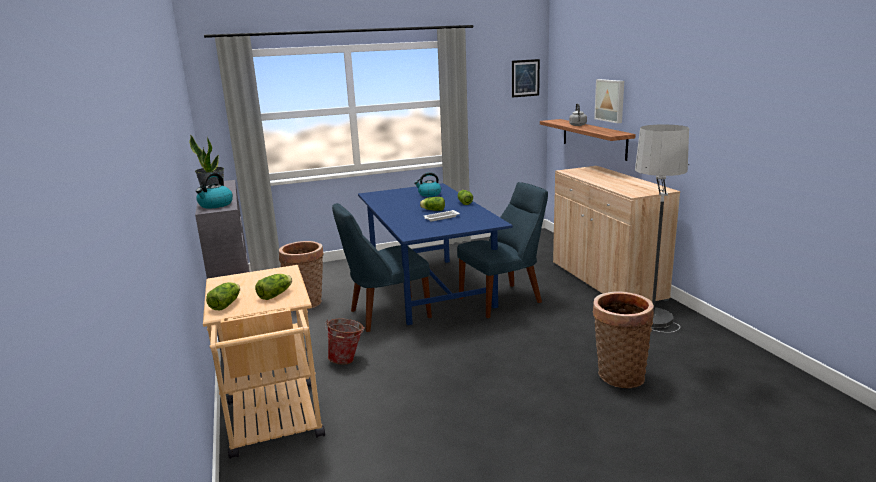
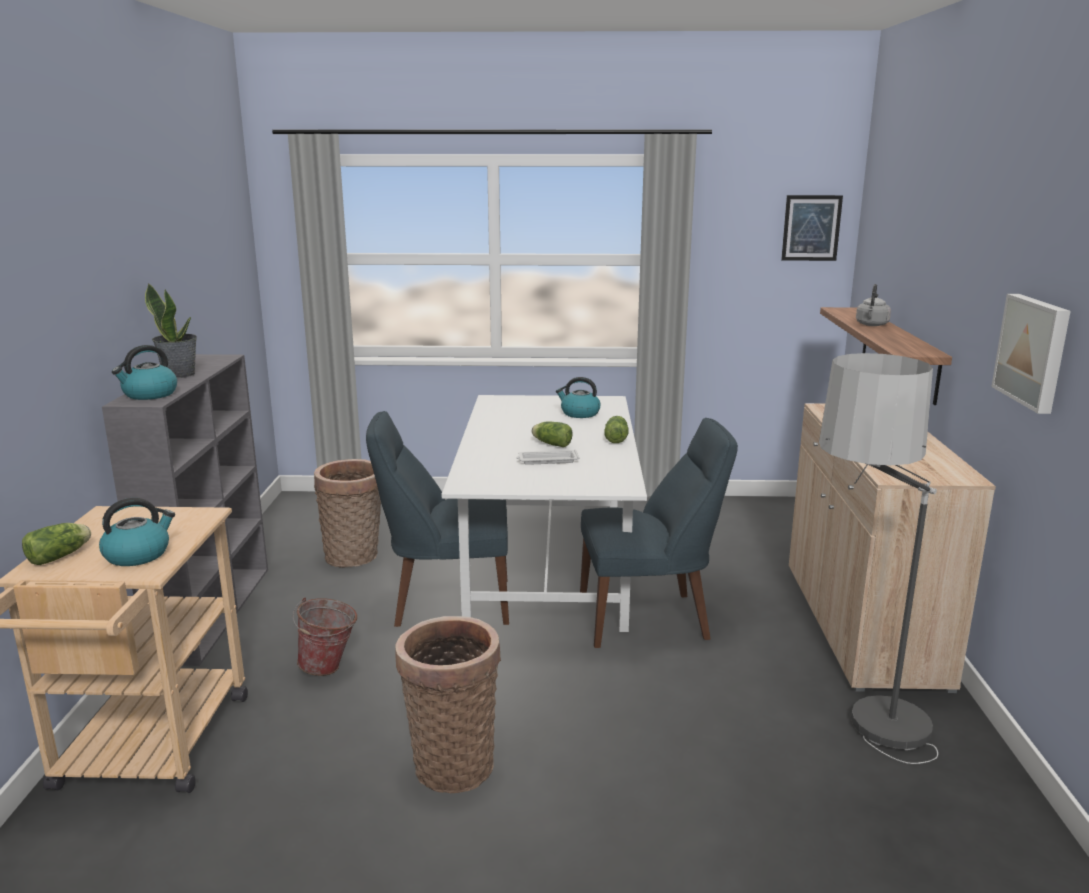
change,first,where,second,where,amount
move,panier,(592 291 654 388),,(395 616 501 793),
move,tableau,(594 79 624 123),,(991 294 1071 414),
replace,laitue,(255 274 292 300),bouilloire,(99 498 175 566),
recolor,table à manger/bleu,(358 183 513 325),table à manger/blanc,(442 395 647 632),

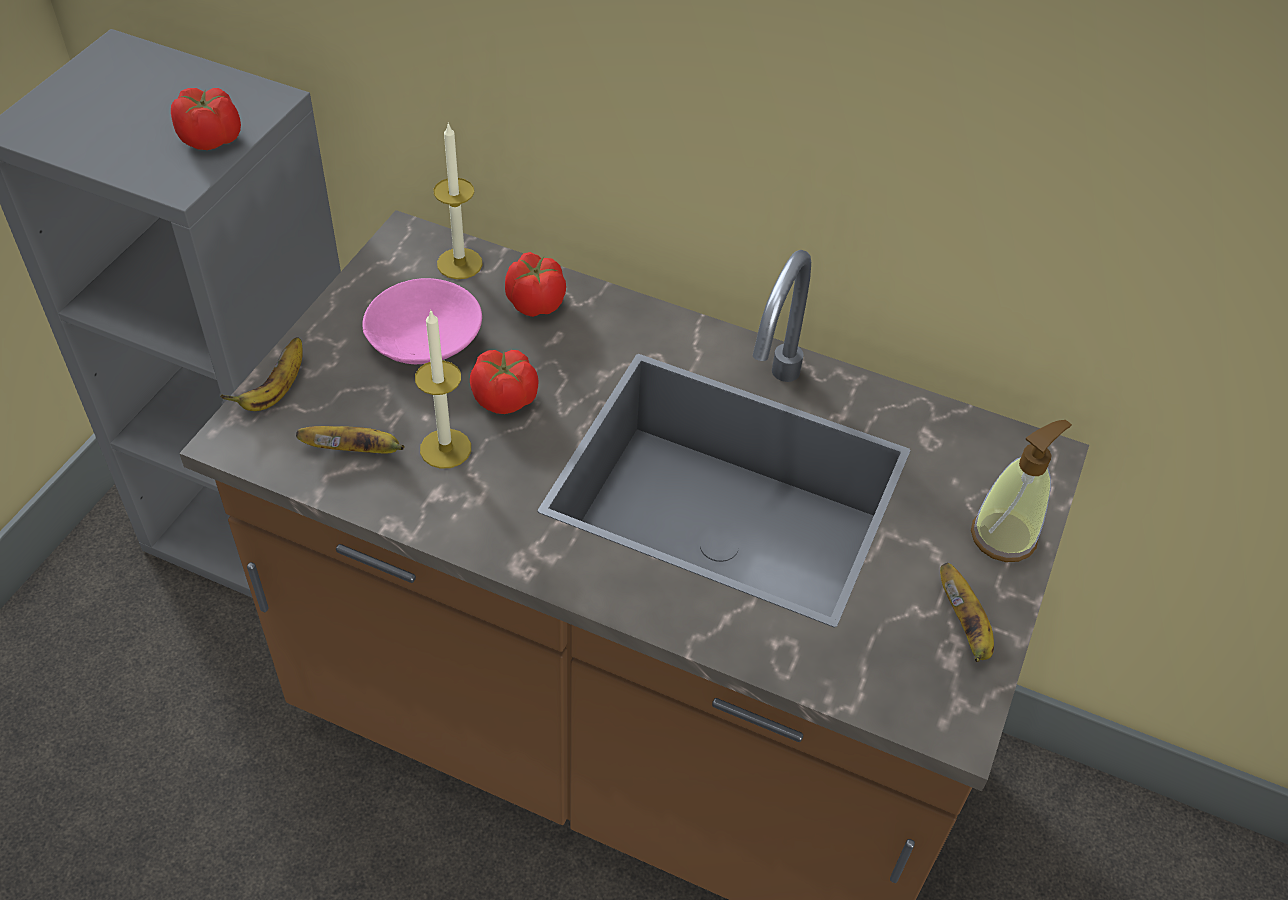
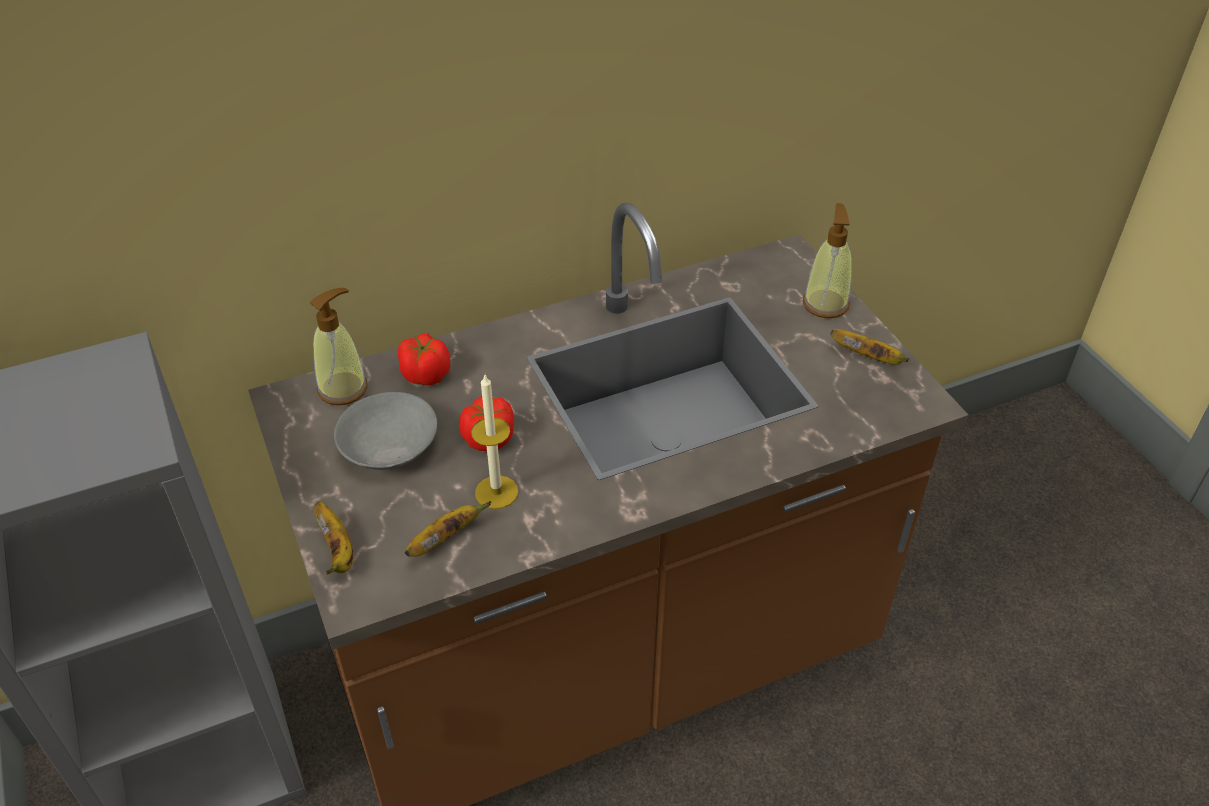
change,first,where,second,where,amount
delete,tomate,(171 88 241 150),,,
replace,bougie,(433 122 483 279),distributeur de savon,(310 288 368 405),
recolor,bol/rose,(362 278 482 364),bol/gris,(334 392 437 470),

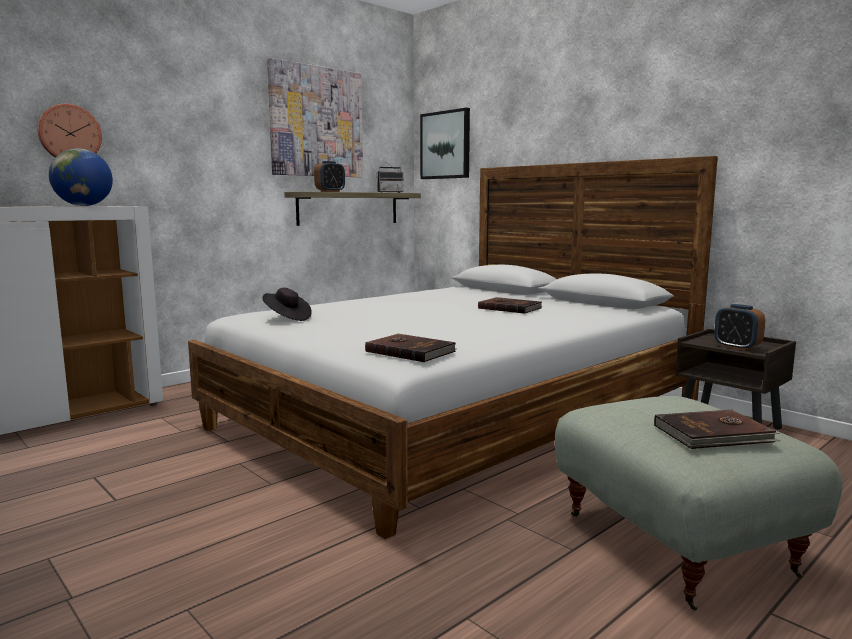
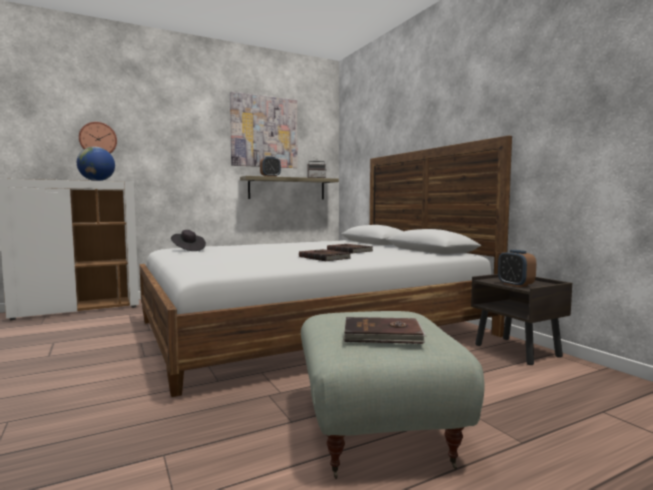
change,first,where,second,where,amount
delete,tableau,(420 108 470 179),,,
move,livre/marron,(365 334 456 362),,(299 249 351 261),

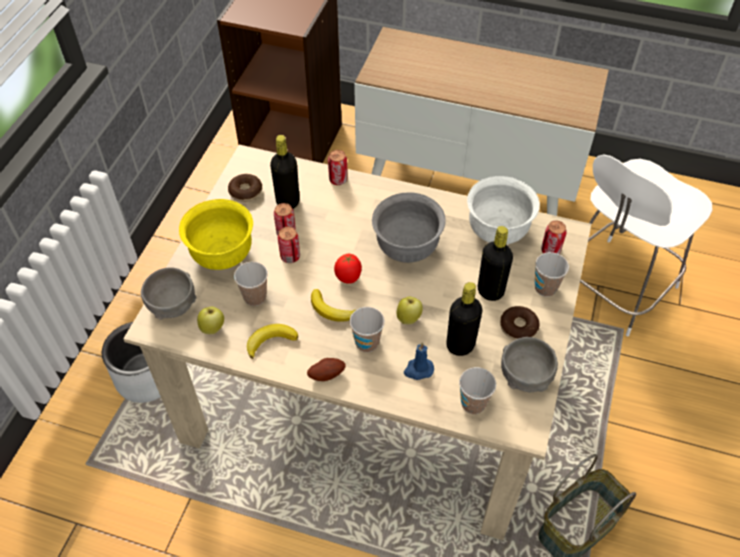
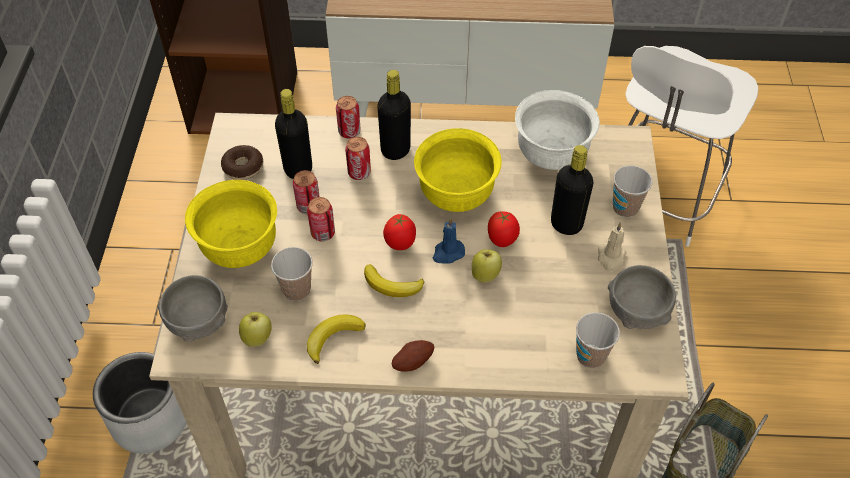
change,first,where,second,where,amount
delete,tasse,(350 307 385 352),,,
insert,,,tomate,(488 211 520 247),
move,bougie/bleu,(404 342 434 380),,(433 217 465 264),
move,bouteille/noir,(446 282 482 356),,(377 70 411 160),
move,boîte métallique,(541 221 567 254),,(345 137 371 180),
replace,beignet,(500 306 540 340),bougie/beige,(598 222 627 272),
recolor,bol/gris,(372 192 446 263),bol/jaune,(414 128 502 212),

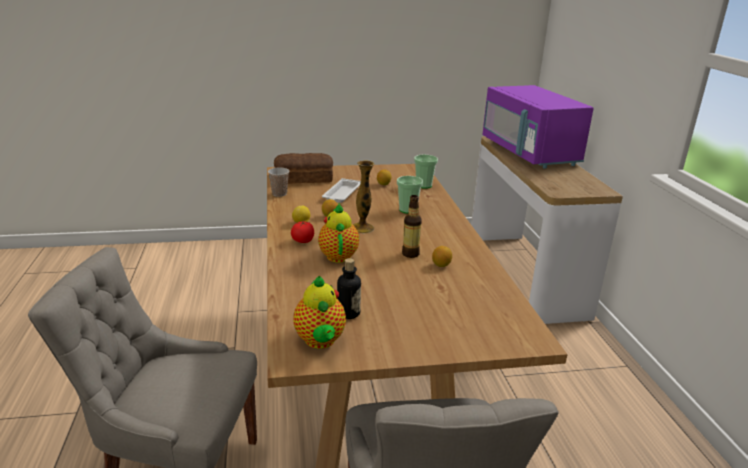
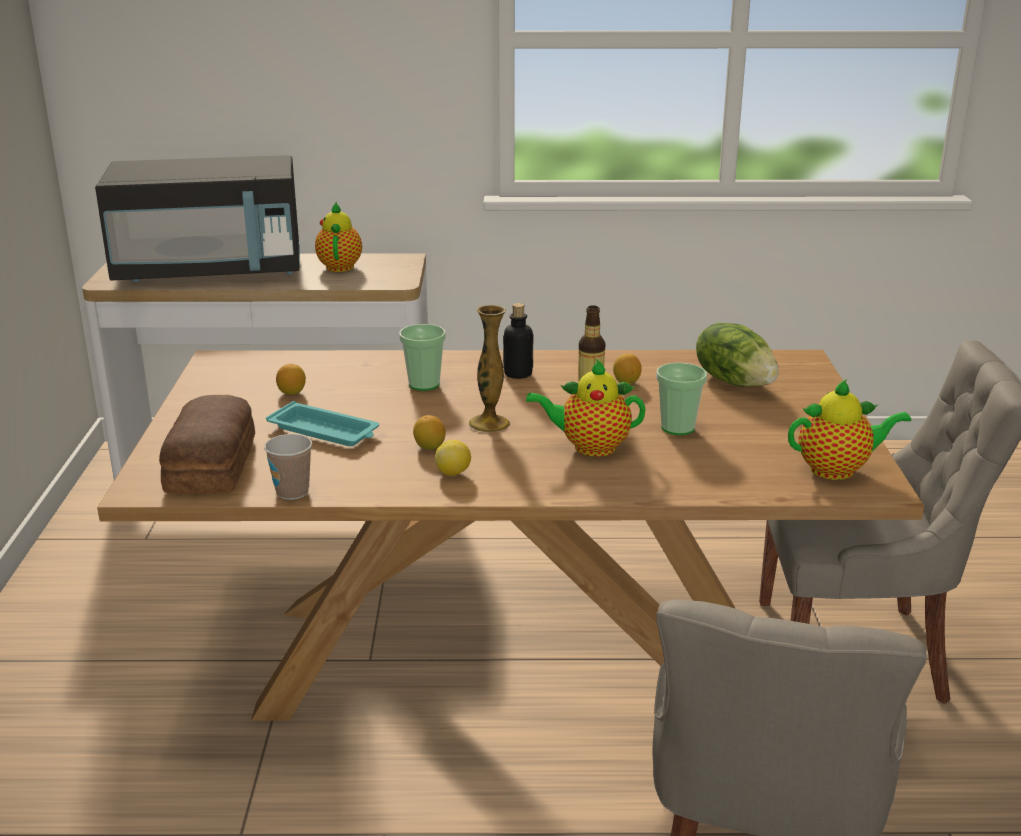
change,first,where,second,where,amount
delete,tomate,(291 221 314 243),,,
insert,,,théière,(315 202 362 272),
insert,,,laitue,(696 322 779 387),
move,bouteille,(337 258 361 319),,(503 303 533 379),
move,tasse,(414 155 438 189),,(656 363 707 435),
recolor,plateau/blanc,(322 178 361 203),plateau/turquoise,(266 401 379 446),
recolor,micro-ondes/violet,(482 85 594 169),micro-ondes/noir,(95 155 300 282),

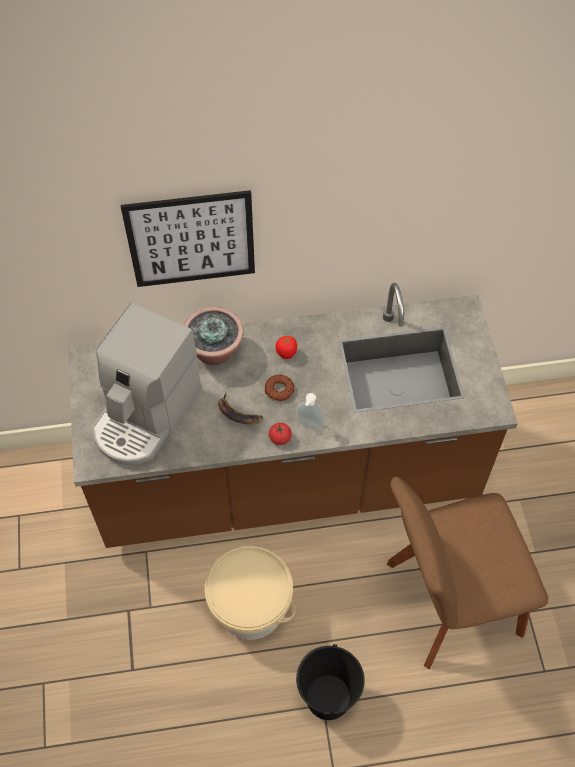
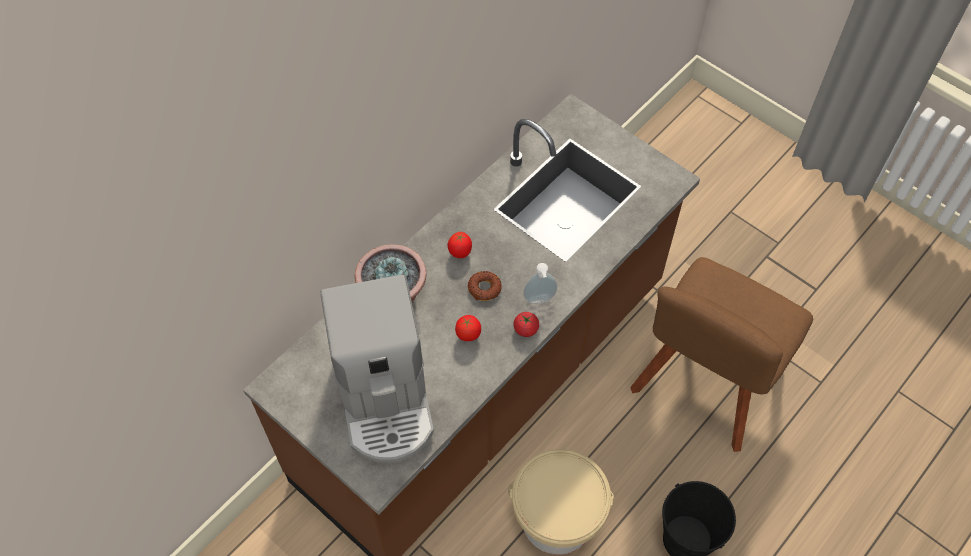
change,first,where,second,where,amount
delete,tableau,(121 190 255 287),,,
replace,banane,(218 392 263 424),tomate,(455 315 481 341),

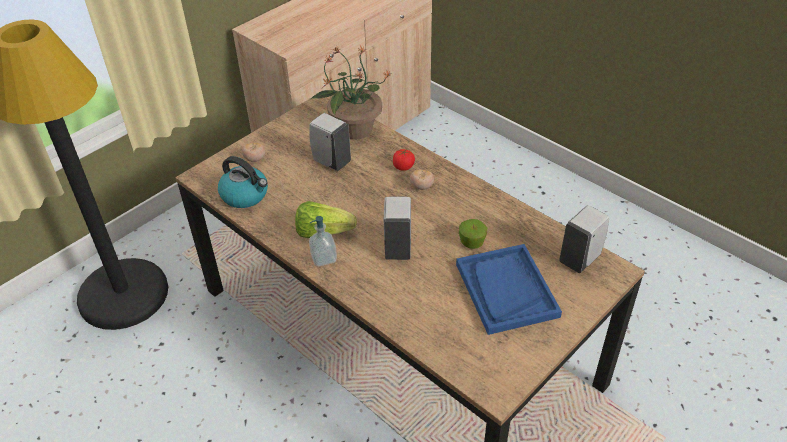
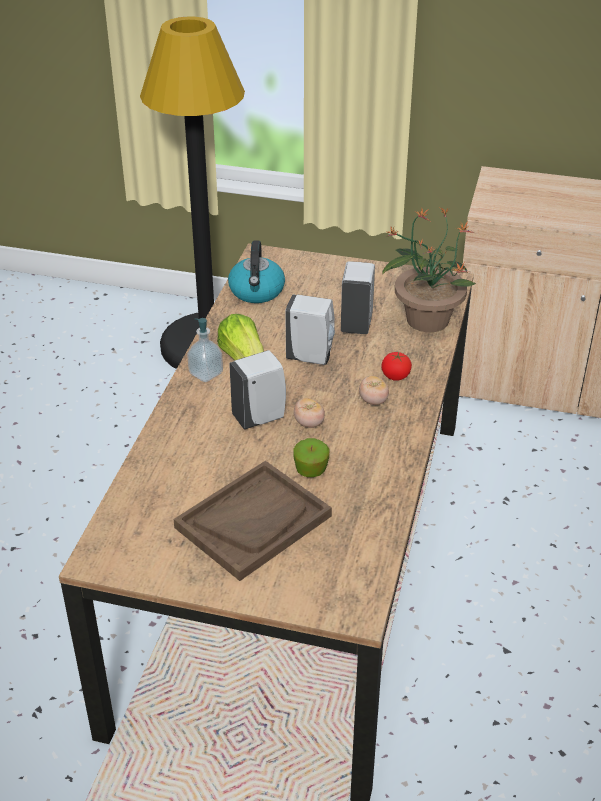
change,first,where,second,where,amount
move,tomate,(242 142 265 162),,(294 398 325 428),
move,distributeur de savon/blanc,(559 205 609 273),,(285 294 335 365),
recolor,plateau/bleu,(456 244 562 335),plateau/marron,(173 461 332 581),

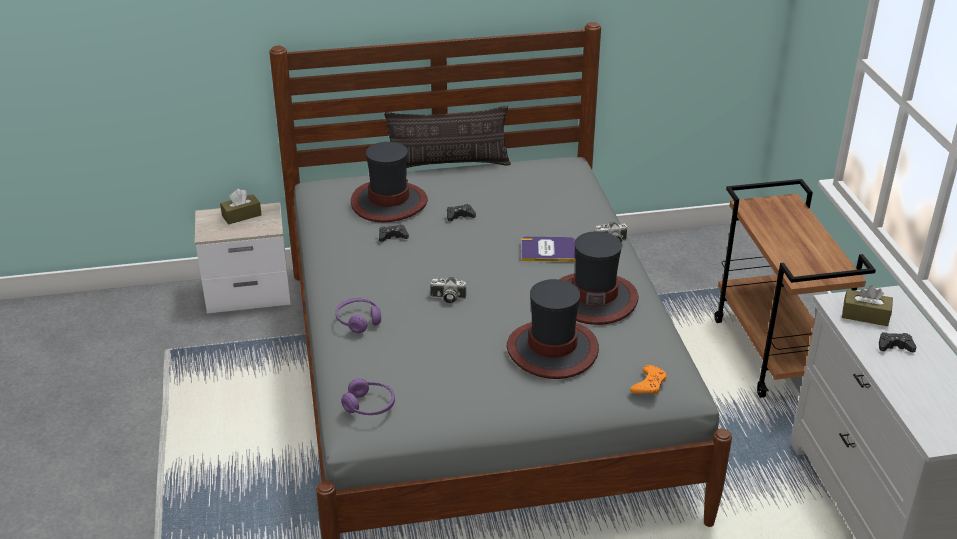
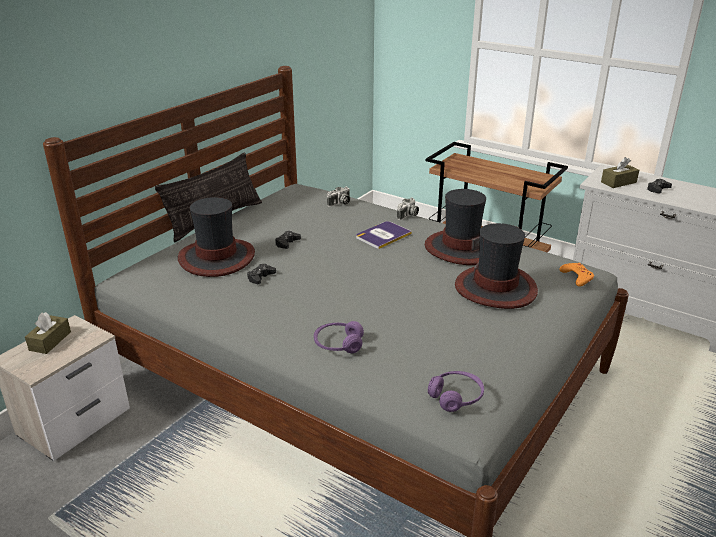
change,first,where,second,where,amount
move,appareil photo,(430 277 466 303),,(327 187 350 207),

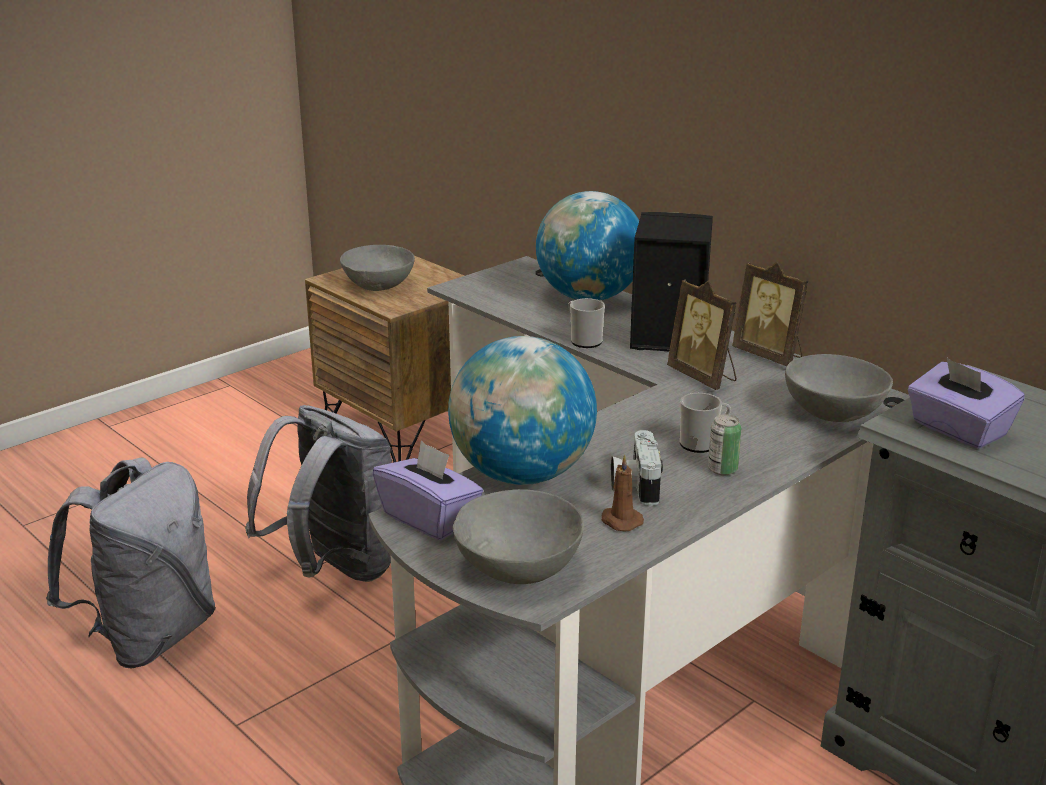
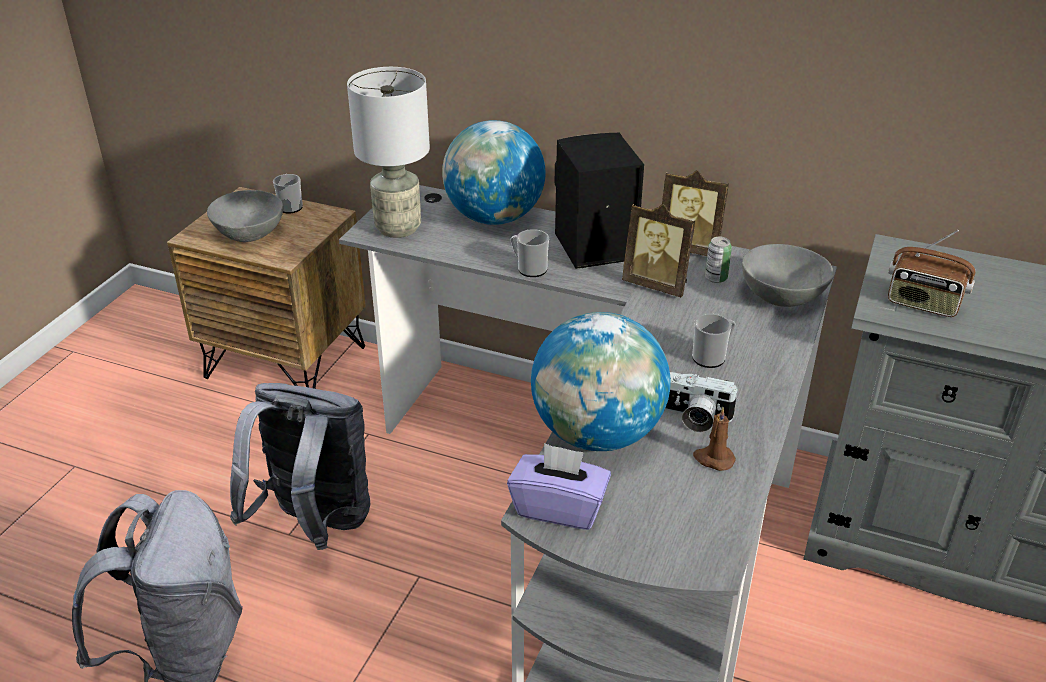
change,first,where,second,where,amount
delete,bol/gris,(453 489 584 584),,,
insert,,,mug,(273 174 303 213),
insert,,,lampe de table/gris,(347 67 430 238),
move,boîte métallique,(708 414 742 476),,(705 237 732 283),
replace,boîte à mouchoirs/violet,(908 358 1025 449),radio,(888 230 975 317),
rotate,appareil photo,(611 430 663 506),,(665 372 739 432),45 degrees counterclockwise

